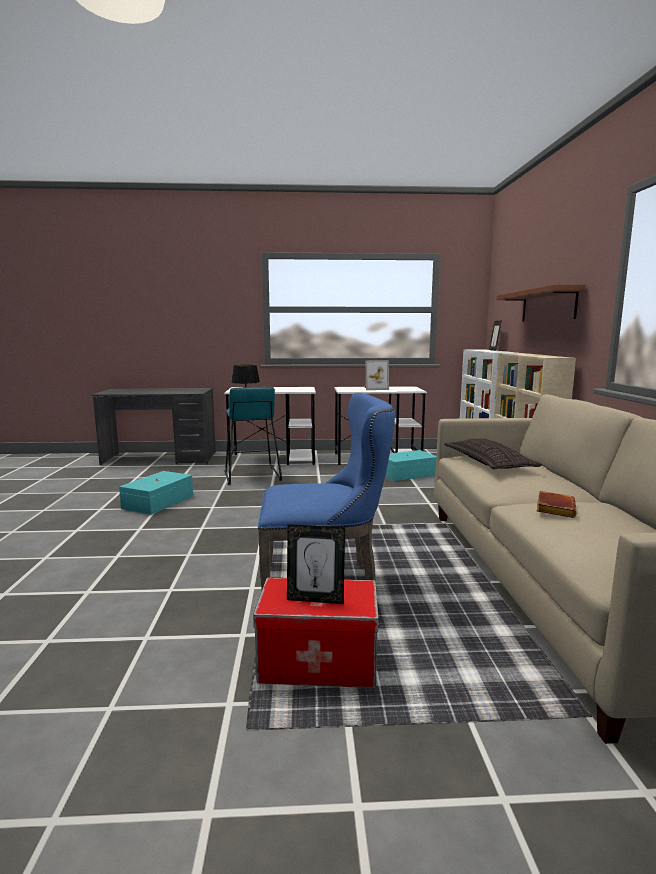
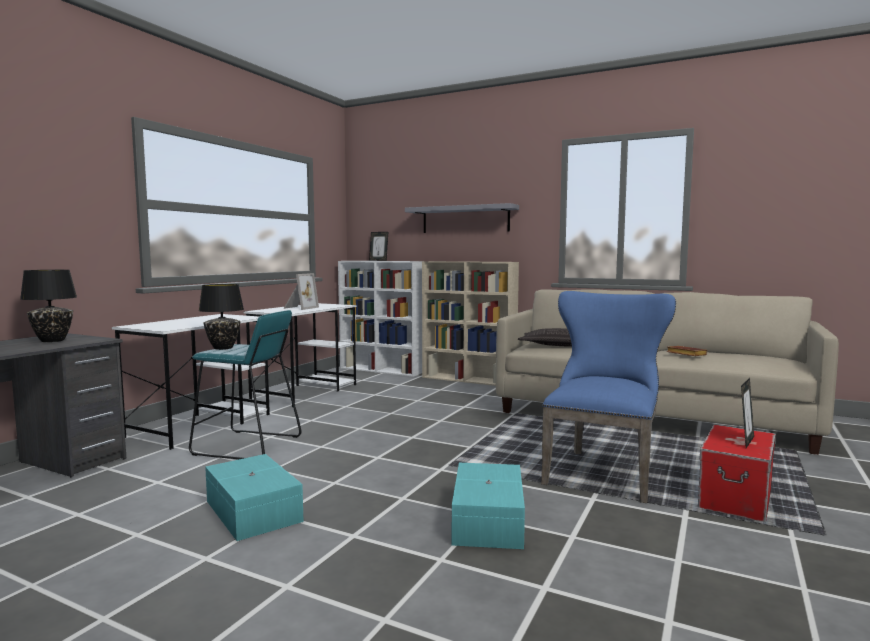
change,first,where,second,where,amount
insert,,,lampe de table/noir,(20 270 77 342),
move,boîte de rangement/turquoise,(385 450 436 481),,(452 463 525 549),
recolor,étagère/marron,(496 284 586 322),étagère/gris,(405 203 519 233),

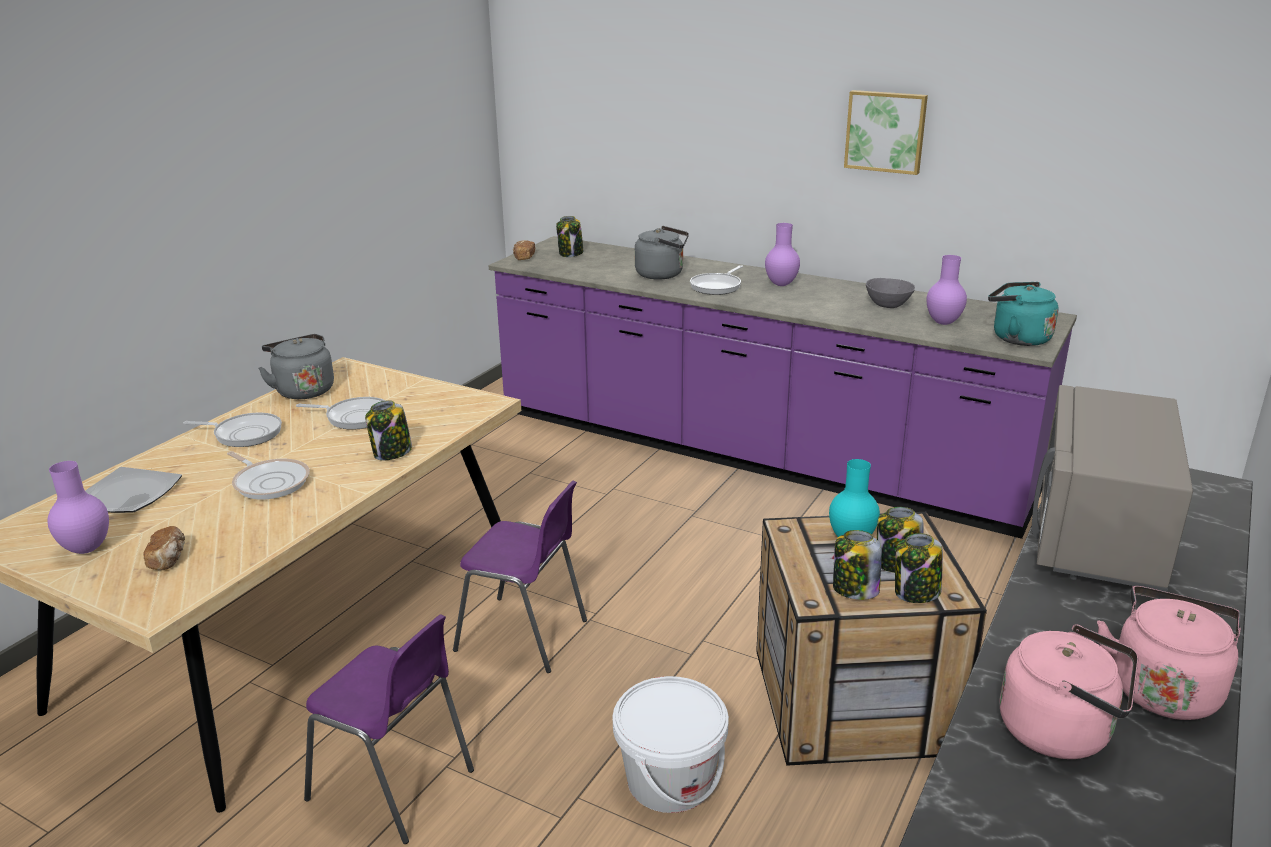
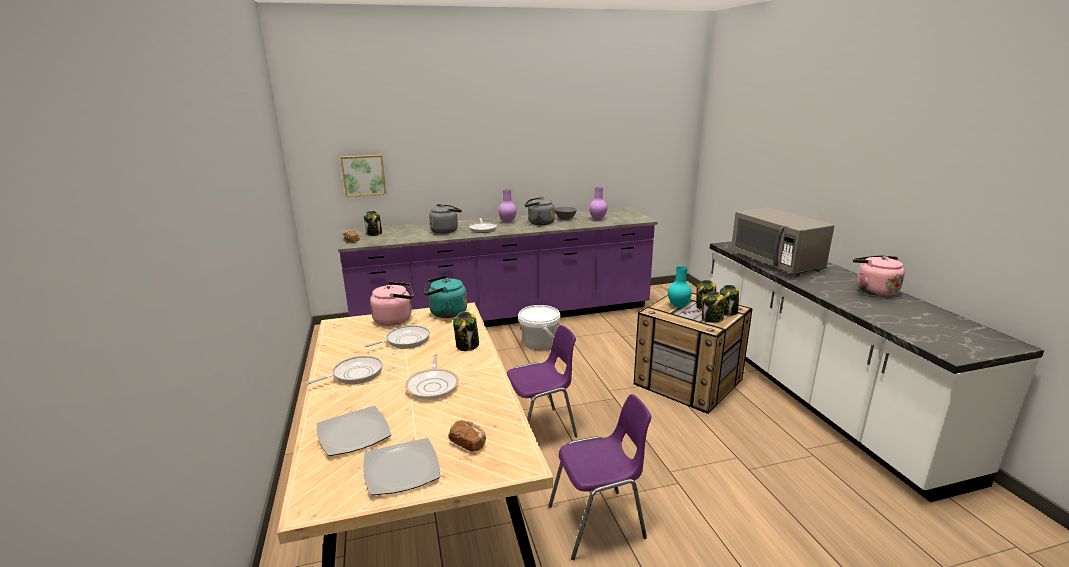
change,first,where,second,where,amount
move,bouilloire/gris,(258 334 334 399),,(525 197 555 225),
move,seau/blanc,(612 676 729 813),,(518 305 561 350),
move,tableau,(844 90 928 175),,(340 155 386 197),
move,bouilloire/turquoise,(988 282 1059 346),,(424 275 467 318),
move,bouilloire/rose,(999 624 1138 759),,(370 282 414 326),
replace,vase/violet,(47 461 109 554),assiette,(363 438 440 495),
rotate,poêle,(227 451 310 500),,(405 354 459 400),90 degrees clockwise

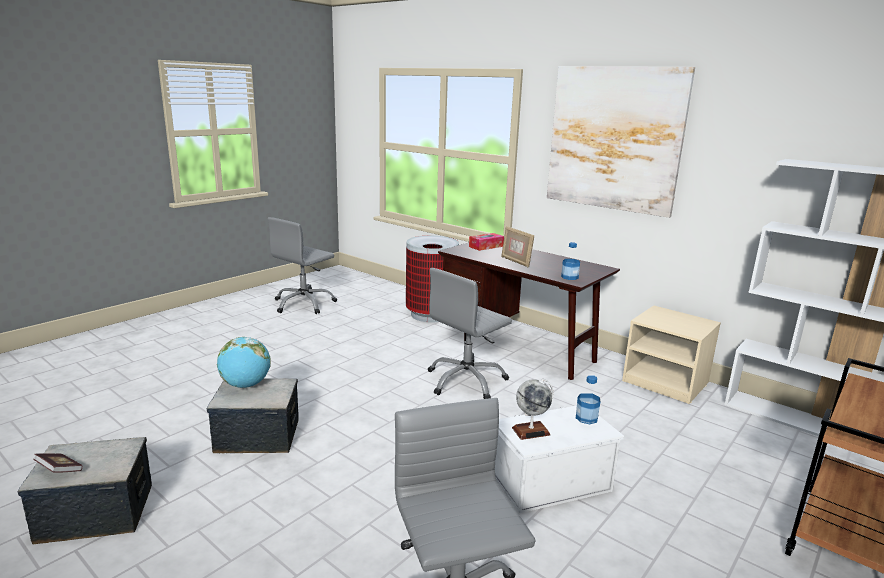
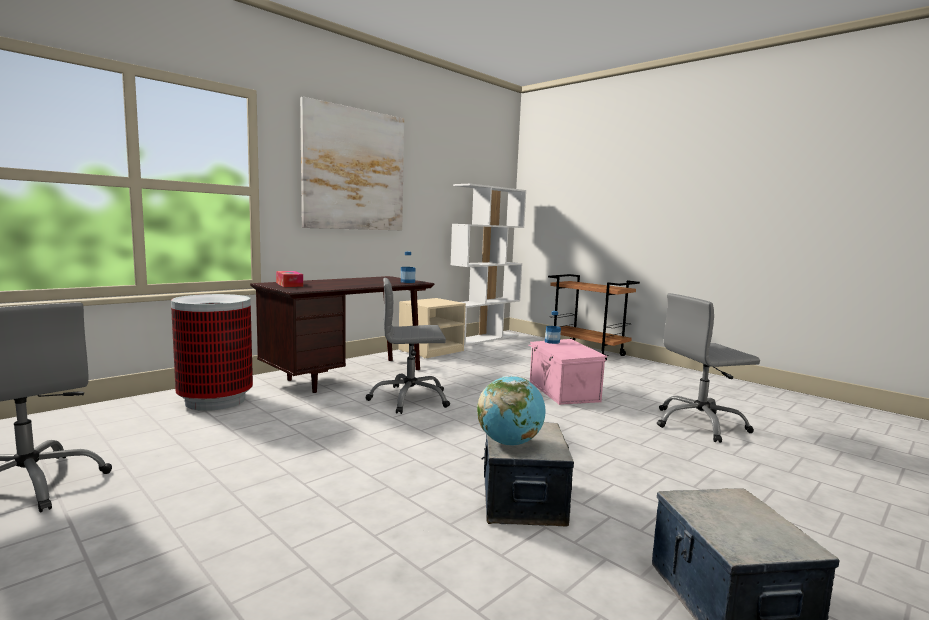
change,first,where,second,where,amount
delete,livre,(33 453 83 473),,,
delete,cadre photo,(501 226 534 267),,,
delete,globe,(512 378 554 440),,,
recolor,boîte de rangement/blanc,(495 406 624 513),boîte de rangement/rose,(529 339 607 405),
rotate,chaise de bureau/gris,(428 268 512 399),,(366 278 450 414),120 degrees clockwise

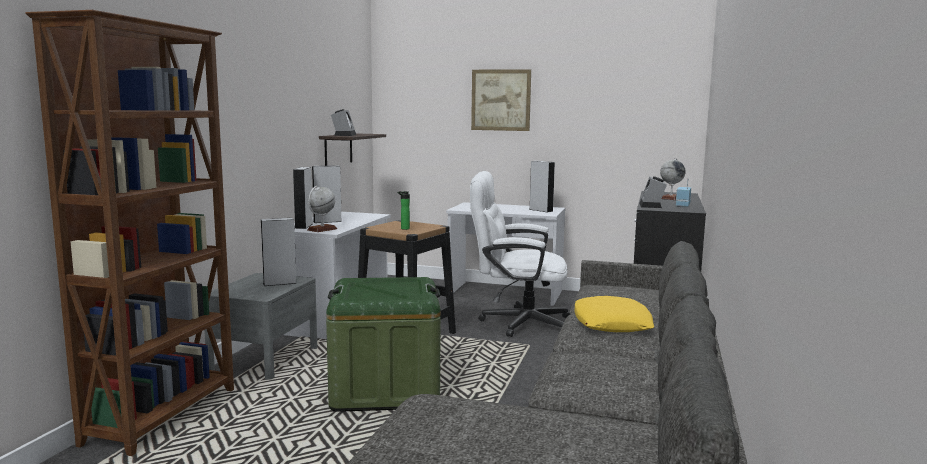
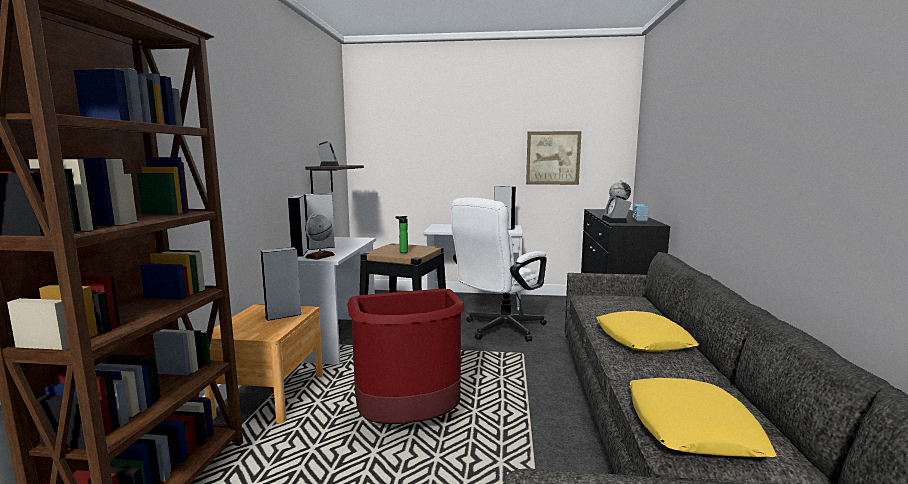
change,first,where,second,where,amount
insert,,,coussin/jaune,(630 378 777 457),
move,tableau,(471 69 531 131),,(526 131 582 185),
replace,boîte de rangement/vert,(326 277 441 412),poubelle/rouge,(347 289 465 424),
recolor,table de chevet/gris,(204 273 317 380),table de chevet/marron,(204 304 323 424),
rotate,chaise de bureau/blanc,(470 171 570 337),,(451 198 547 342),45 degrees counterclockwise

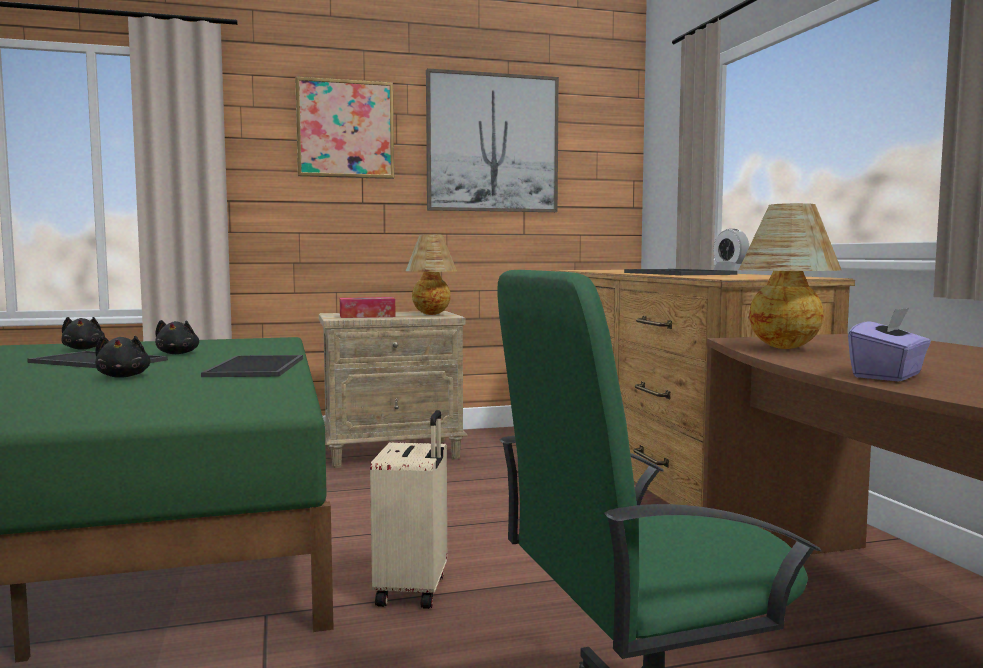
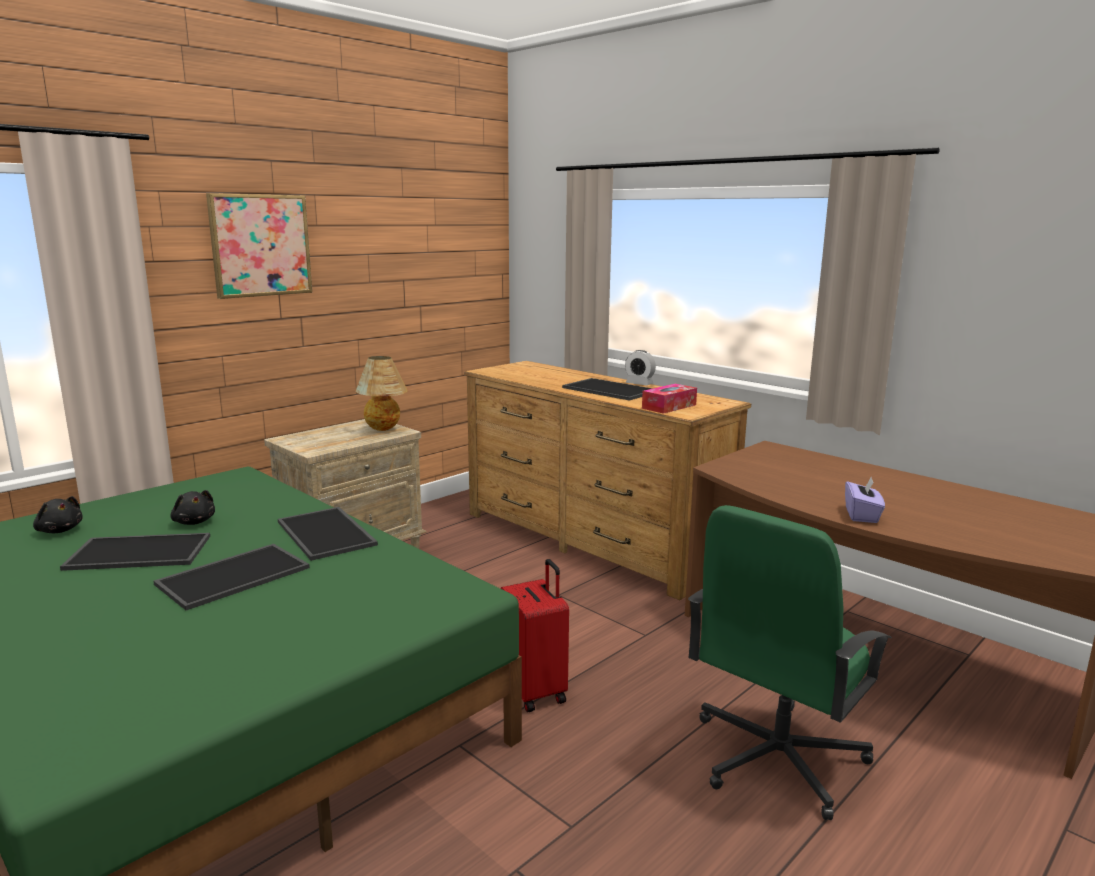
change,first,where,second,where,amount
delete,tableau,(426 68 559 212),,,
delete,lampe de table,(739 203 841 349),,,
move,boîte à mouchoirs,(340 297 396 318),,(642 384 697 414),
replace,peluche/noir,(95 336 151 378),plateau,(153 544 310 610),
recolor,valise/beige,(370 410 447 609),valise/rouge,(501 559 569 712),

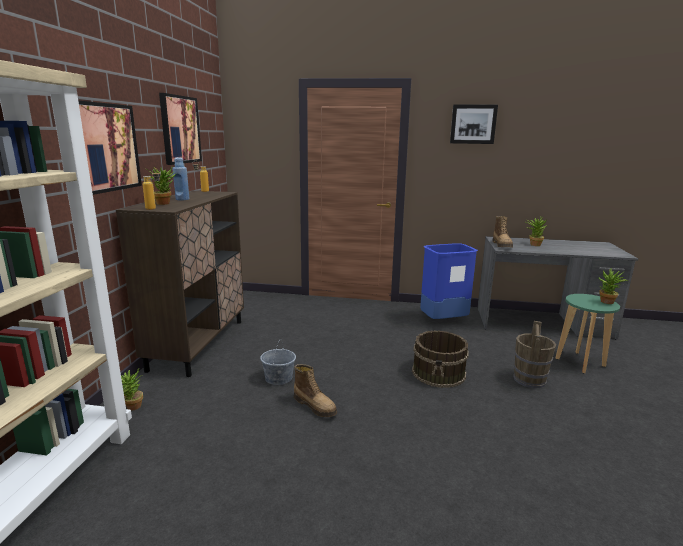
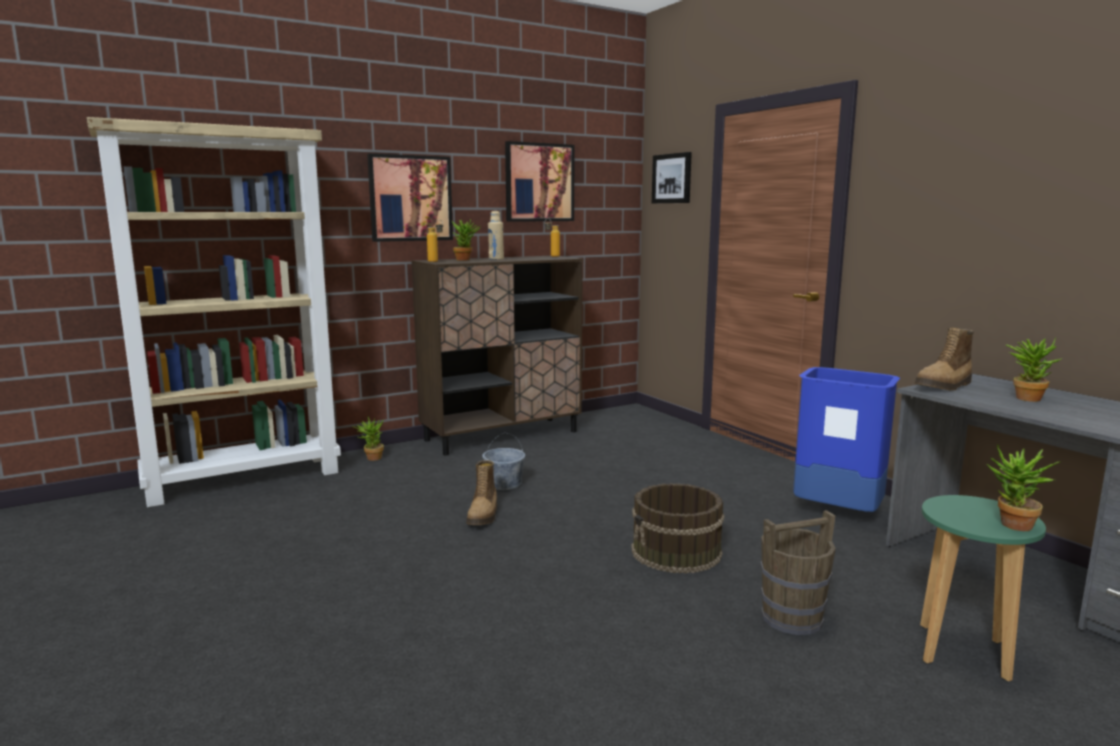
change,first,where,second,where,amount
move,tableau,(450 104 498 144),,(652 152 692 203),
recolor,bouteille/bleu,(172 157 190 200),bouteille/beige,(488 211 504 260),

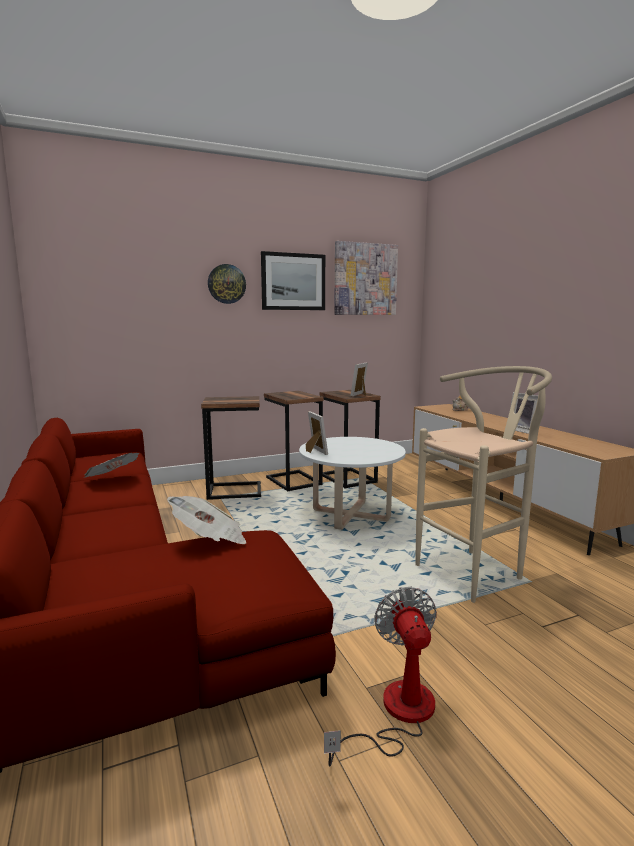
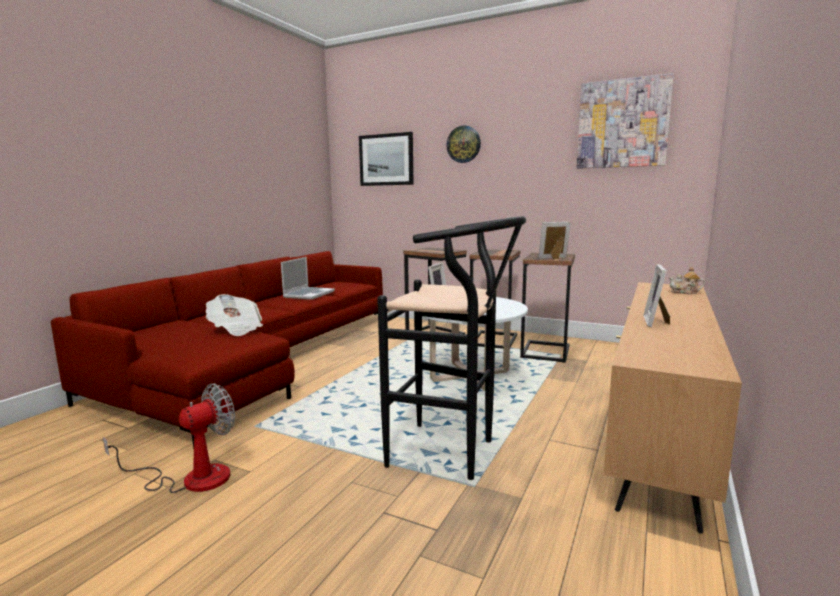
change,first,where,second,where,amount
move,tableau,(261 251 325 310),,(359 132 414 186),
replace,journal,(83 453 139 478),ordinateur portable,(281 257 335 300),
recolor,tabouret/beige,(416 366 552 603),tabouret/noir,(377 216 526 480),

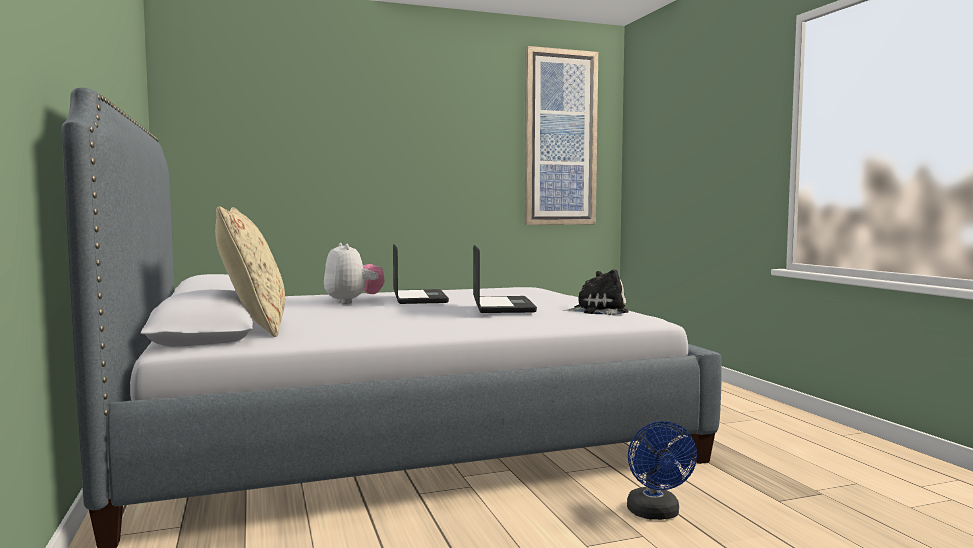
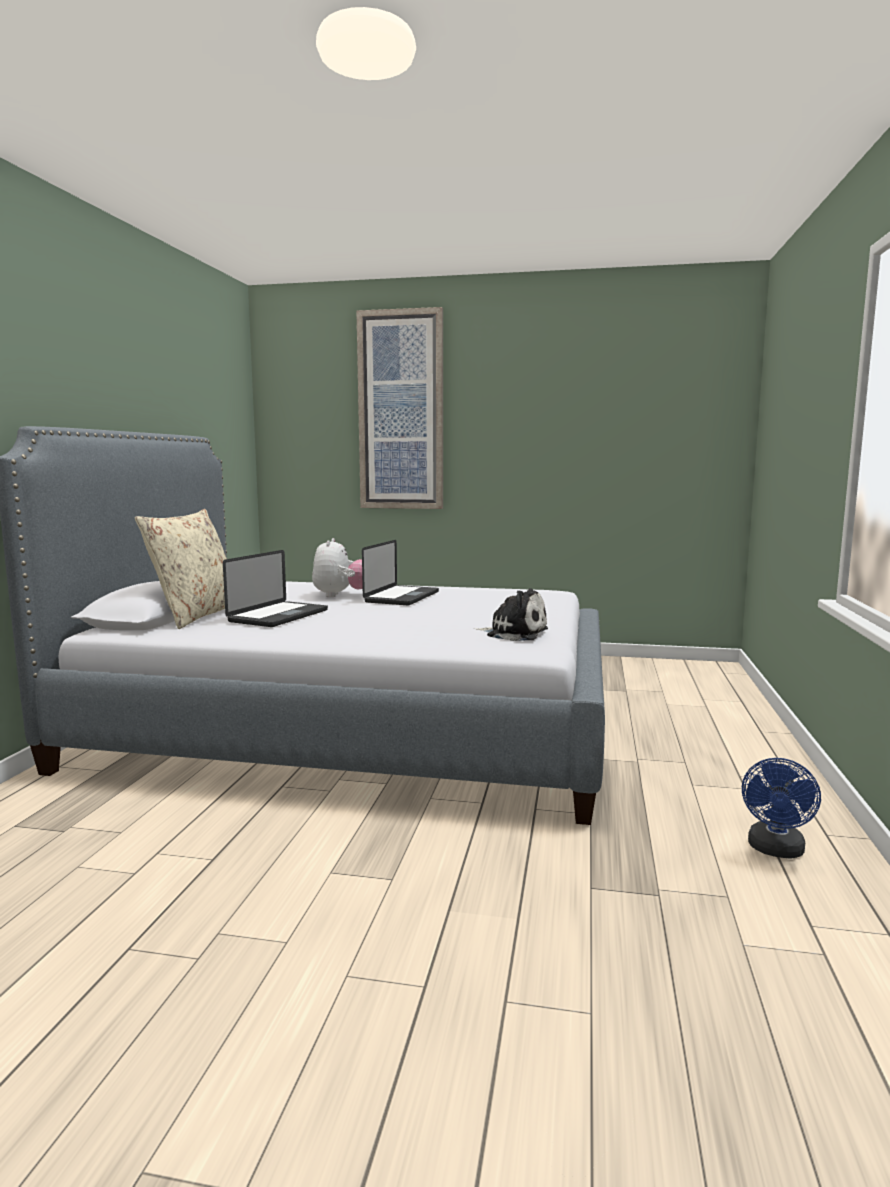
change,first,where,second,where,amount
move,ordinateur portable,(473 245 537 313),,(223 550 328 627),
move,tableau,(525 46 598 225),,(356 307 443 509),
move,ventilateur/bleu,(627 421 697 520),,(742 758 821 859),

